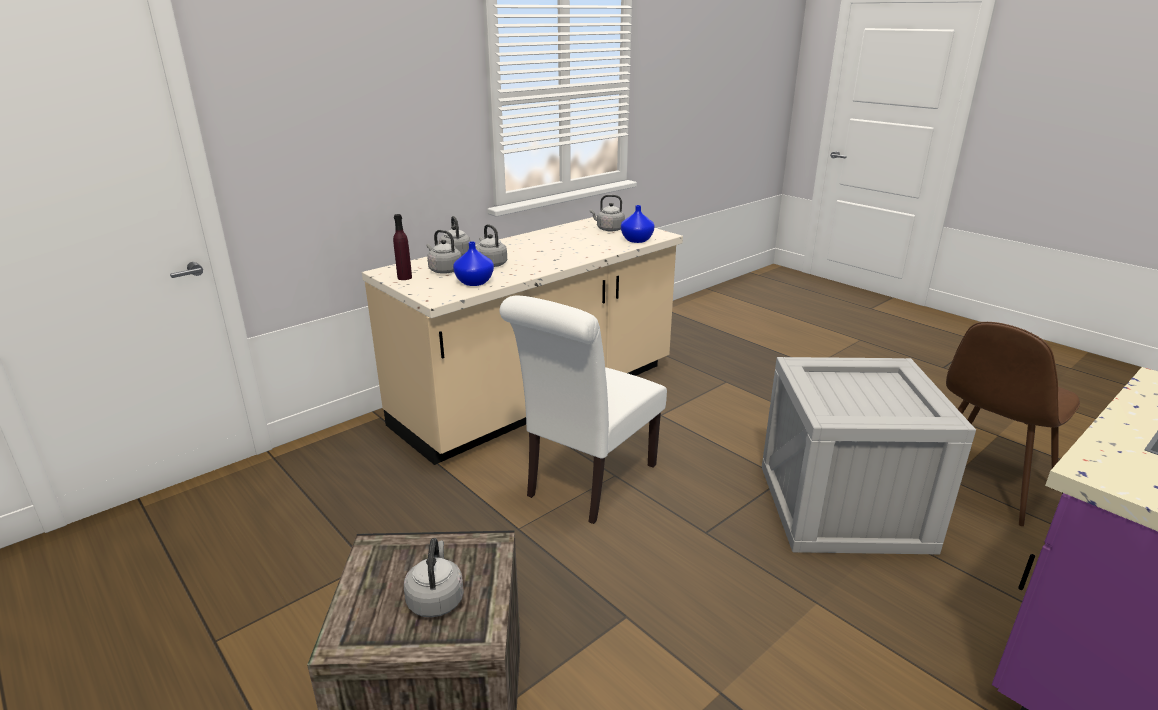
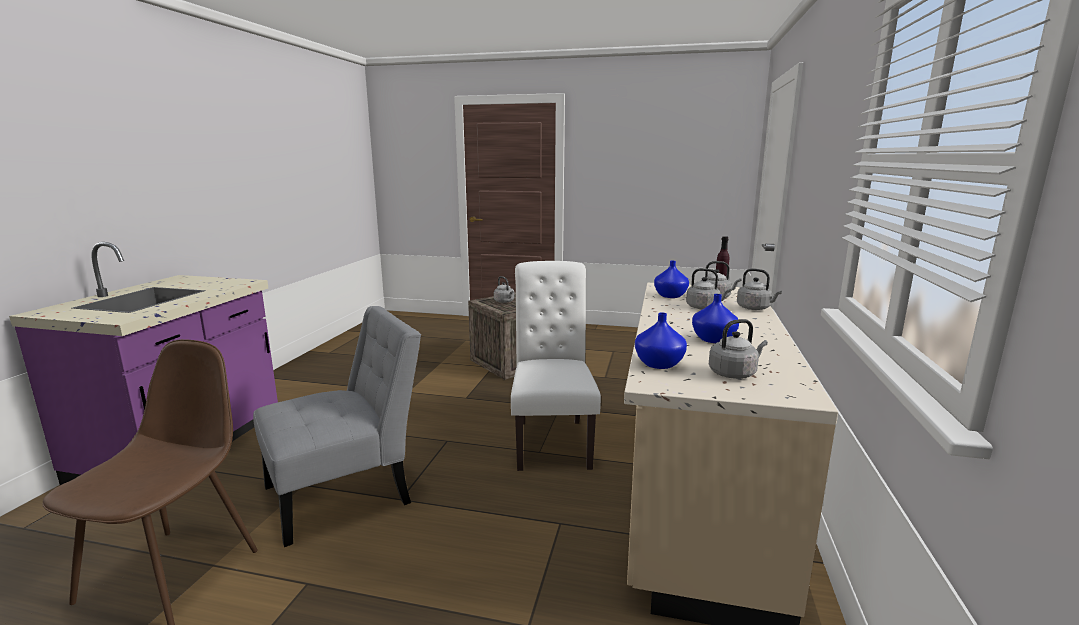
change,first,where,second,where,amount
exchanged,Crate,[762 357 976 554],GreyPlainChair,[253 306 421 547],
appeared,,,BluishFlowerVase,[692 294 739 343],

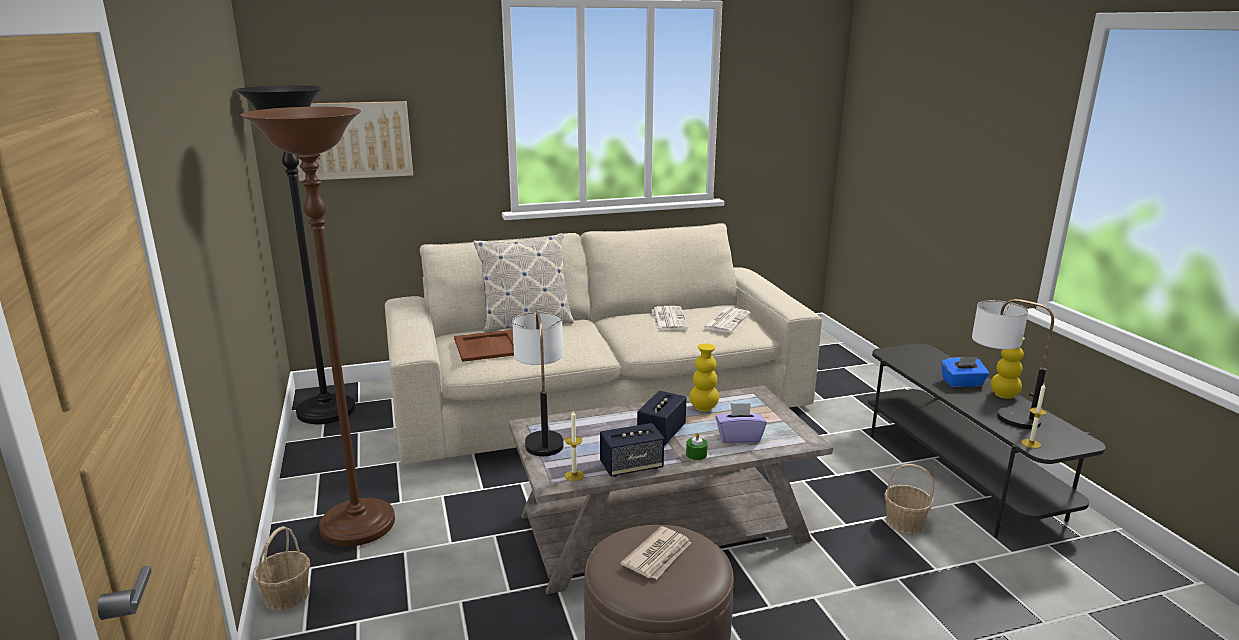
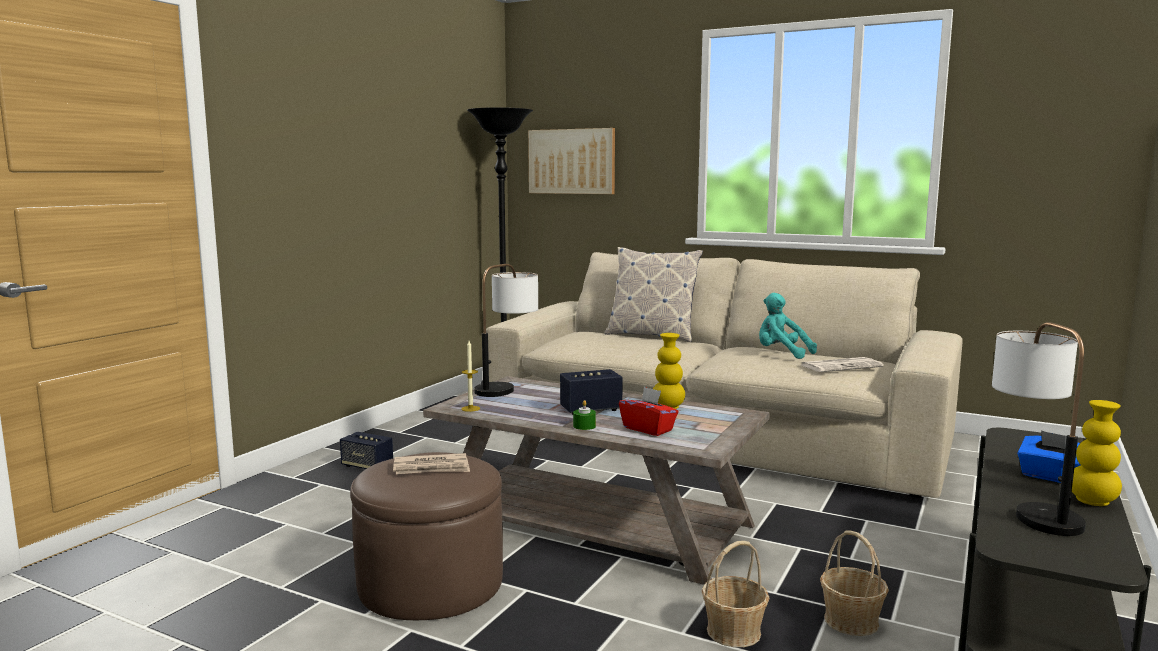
change,first,where,second,where,amount
missing,BrownFloorLamp,[240 107 395 547],,,
exchanged,PrintedPaper,[652 306 688 331],TurquoisePlushToy,[759 293 817 359],
missing,BrownCarryingTray,[454 330 514 362],,,
missing,WaxCandle,[1021 384 1047 448],,,
colour,PurpleBoxOfTissues,[715 403 767 443],ReddishBoxOfTissues,[619 387 678 436],
relocated,Speaker,[600 423 664 477],,[340 432 393 469],
relocated,StorageBasket,[253 526 310 610],,[702 541 769 647],

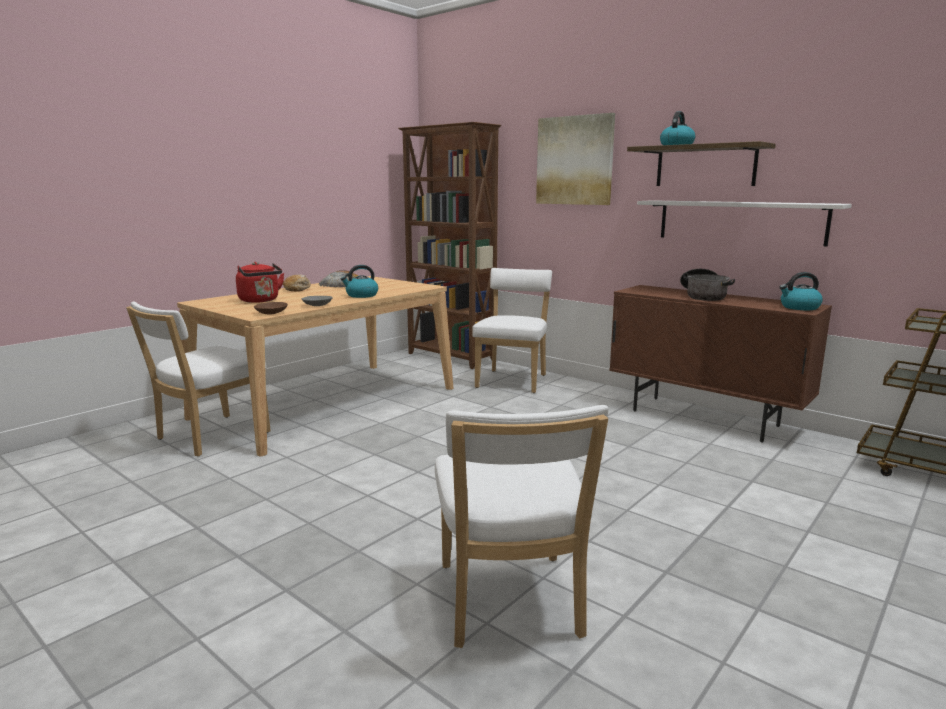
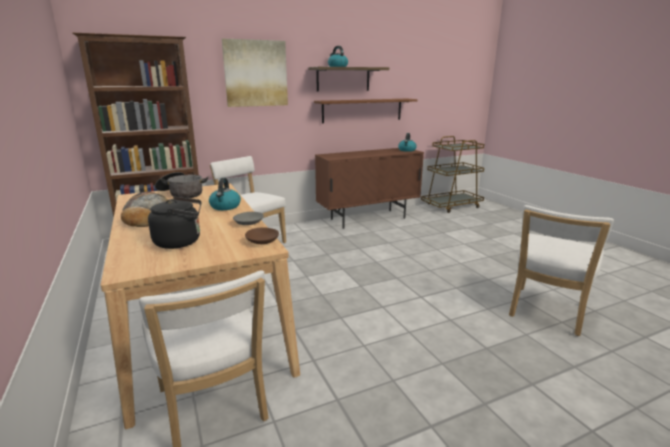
change,first,where,second,where,amount
colour,WhitishWallShelf,[637 200 852 246],BrownWallShelf,[314 99 417 123],
colour,ReddishWaterKettle,[236 262 284 303],BlackishWaterKettle,[148 197 202 249],
relocated,Stockpot,[680 269 735 301],,[155 172 209 198],
spun,WhitishPlainChair,[435 405 609 648],,[509 205 614 336],105 degrees clockwise

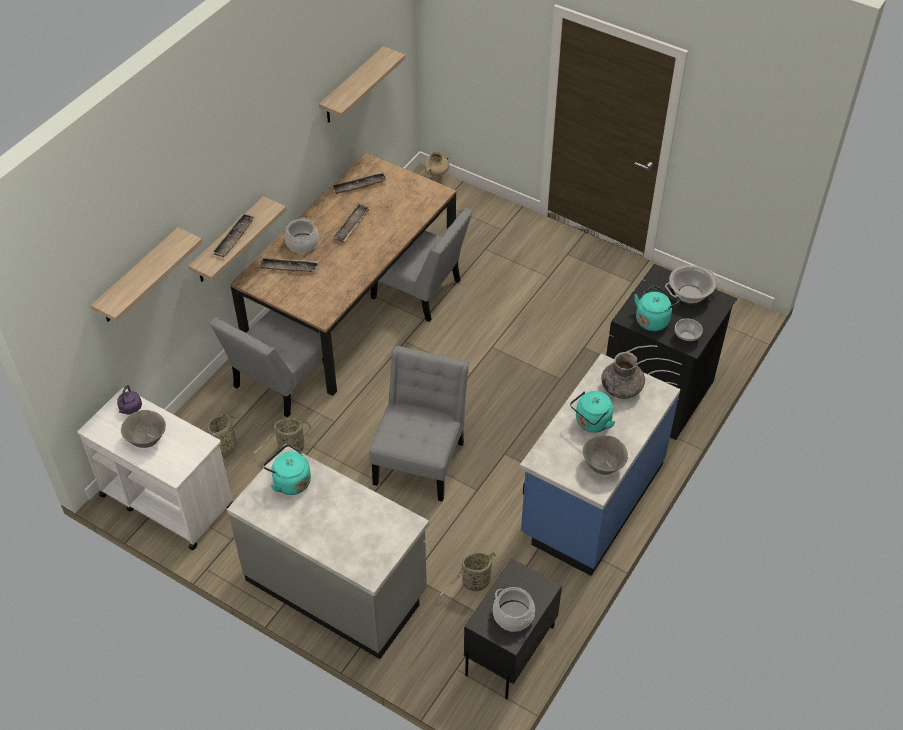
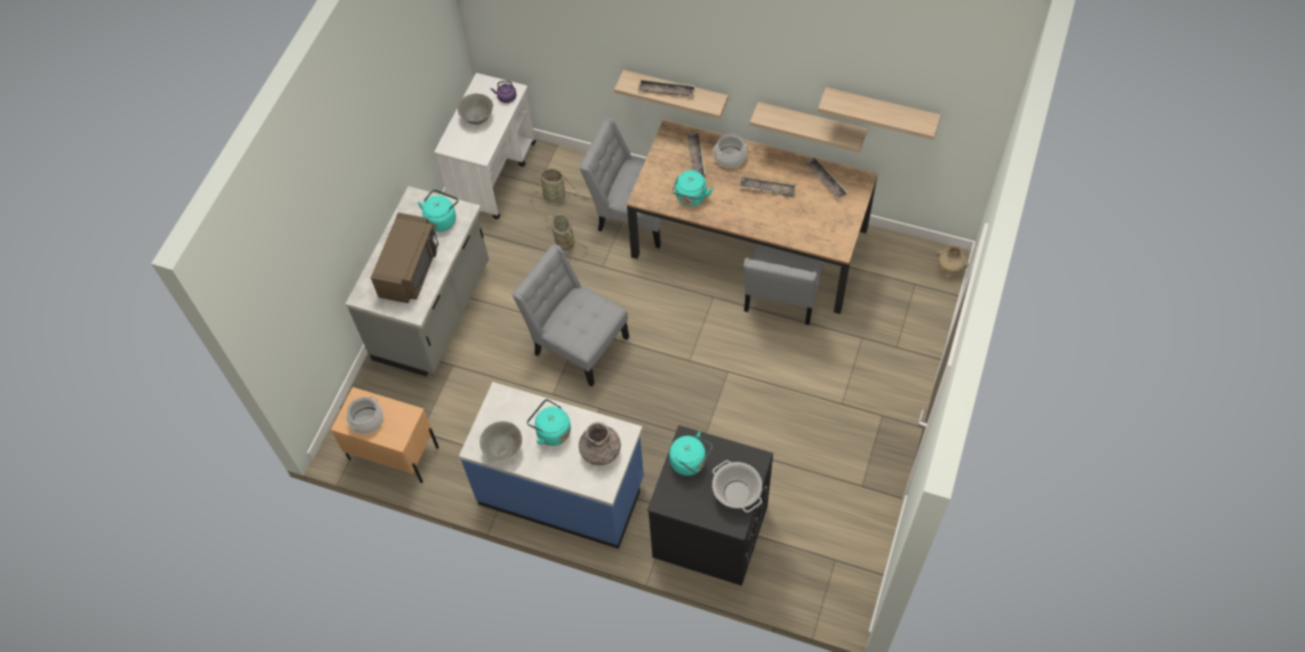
change,first,where,second,where,amount
relocated,WallShelf,[91 227 203 322],,[750 102 867 153],
missing,Bowl,[675 319 703 343],,,
spun,GreyPlainChair,[369 346 469 502],,[512 244 629 387],150 degrees counterclockwise
missing,StorageBasket,[438 552 503 602],,,
colour,BlackishNightTable,[464 559 562 700],SandColouredNightTable,[331 387 439 483],
appeared,,,TurquoiseWaterKettle,[672 170 713 206],
appeared,,,BrownMicrowaveOven,[371 212 439 303],

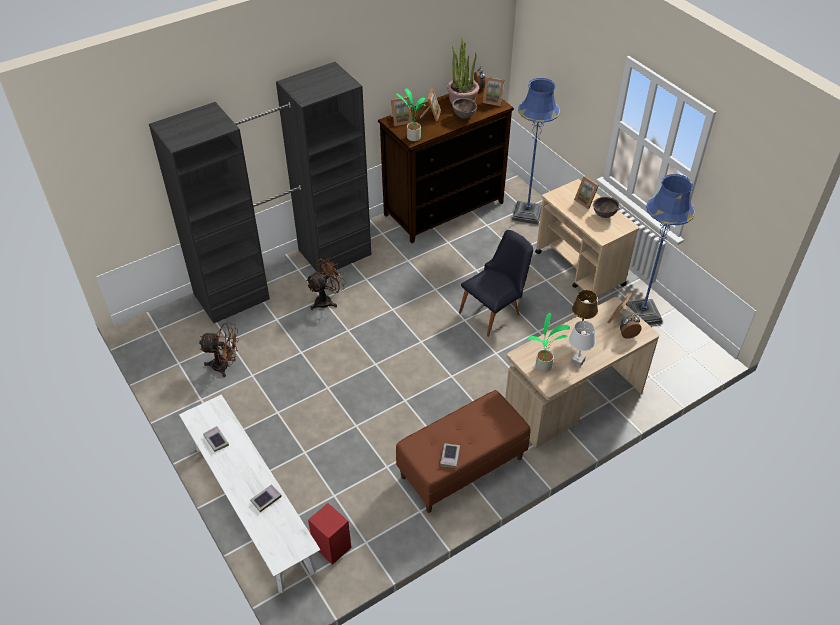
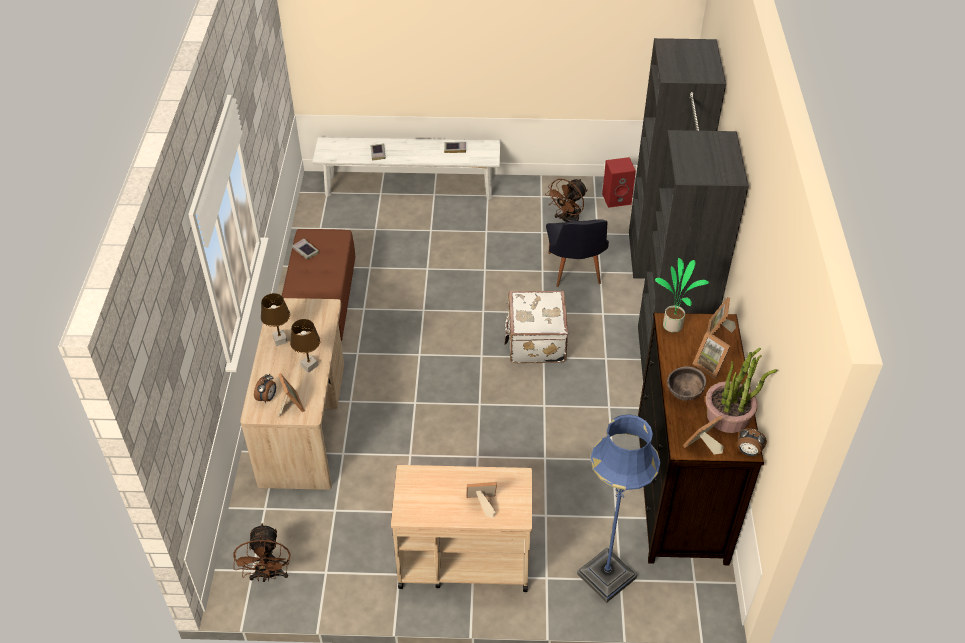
change,first,where,second,where,amount
missing,BluishFloorLamp,[626 174 695 325],,,
missing,BrownBowl,[593 197 620 218],,,
relocated,BlackishPlainChair,[459 230 533 337],,[546 219 609 287],
relocated,BrownCoolingFan,[306 256 346 310],,[233 523 291 582],
missing,PlantInAPot,[527 313 570 372],,,
colour,WhitishTableLamp,[569 321 595 367],BrownTableLamp,[261 293 290 346],
relocated,ReddishSpeaker,[308 503 351 565],,[602 157 636 208],
appeared,,,WhitishTravelCase,[504 291 568 363],

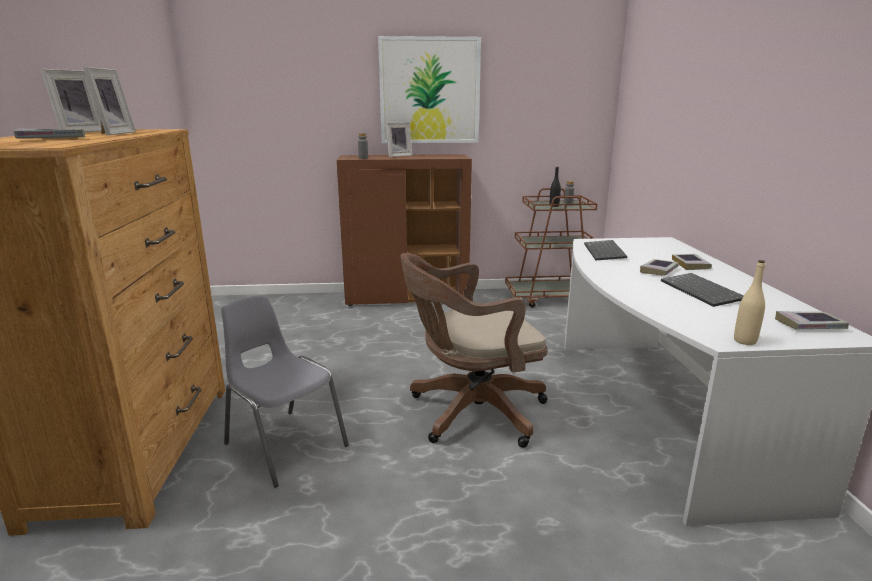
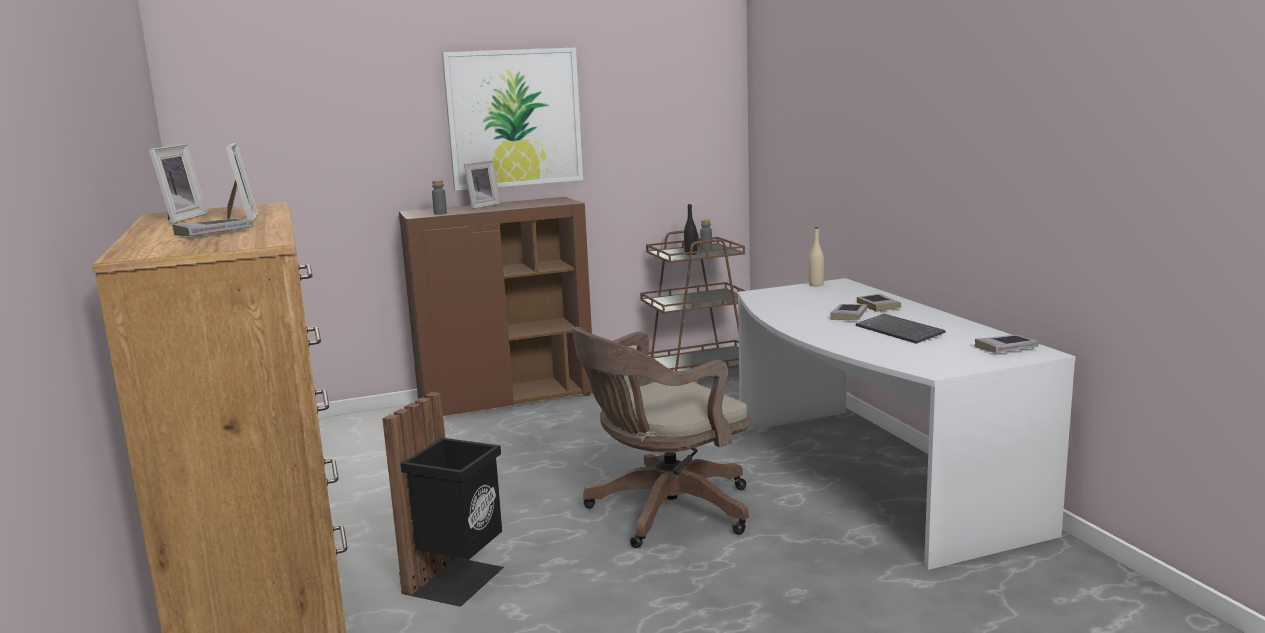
change,first,where,second,where,amount
missing,Keyboard,[584 240 627 260],,,
relocated,SandColouredBeverageBottle,[734 260 765 345],,[809 227 824 286],
exchanged,GreyPlainChair,[221 295 349 488],BlackishWasteBin,[382 392 504 607],

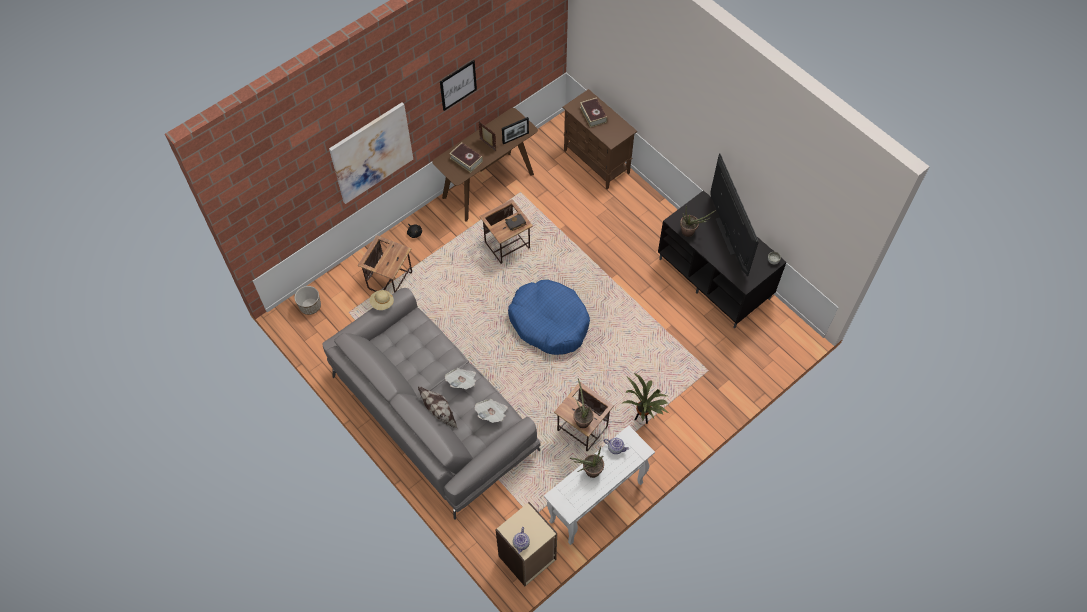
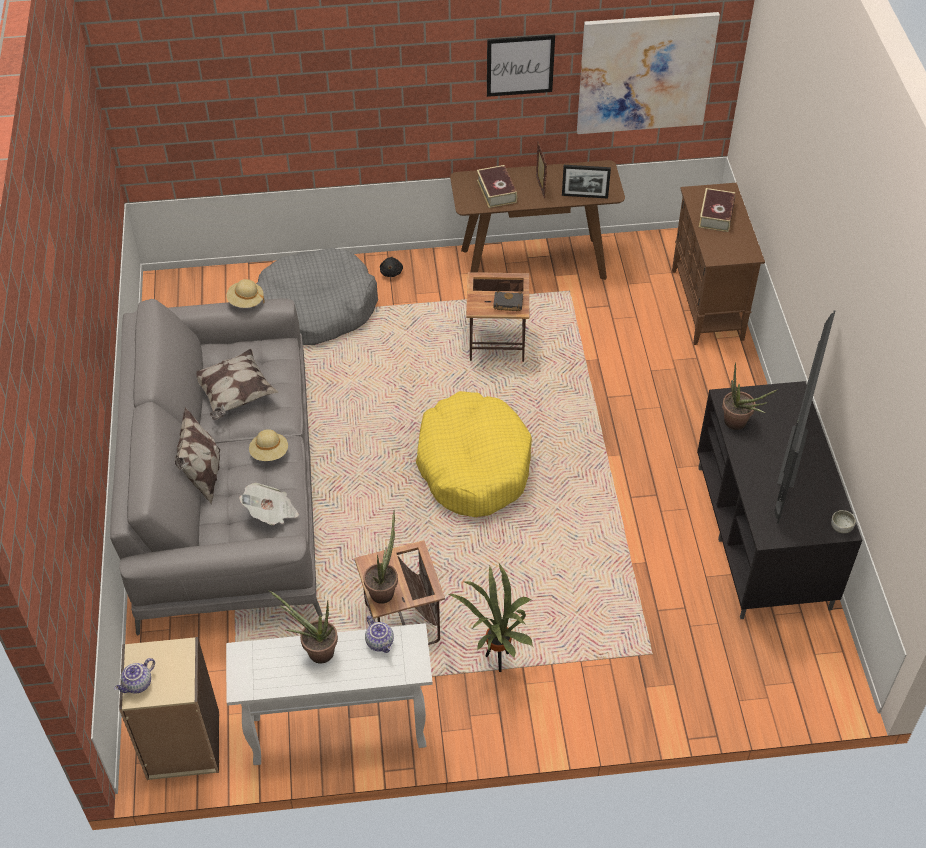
change,first,where,second,where,amount
relocated,WallArt,[329 102 413 204],,[577 12 720 134],
exchanged,AccentTable,[358 235 412 293],GreyDogBed,[256 248 378 345],
colour,BluishDogBed,[508 280 590 355],YellowColouredDogBed,[416 391 532 517],
missing,Planter,[294 286 321 315],,,
exchanged,PrintedPaper,[445 368 476 389],SandColouredClothingHat,[249 429 288 461],
appeared,,,Pillow,[196 349 279 420],

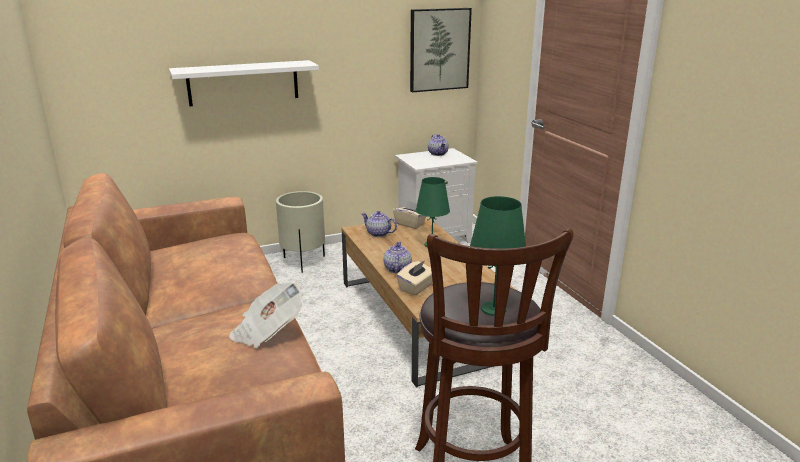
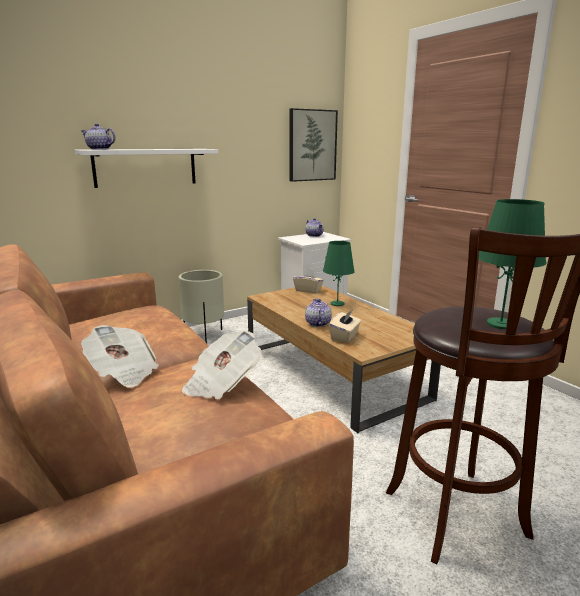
change,first,where,second,where,amount
relocated,TeaPot,[361 211 397 237],,[81 124 116 150],
appeared,,,PrintedPaper,[81 325 159 387],

